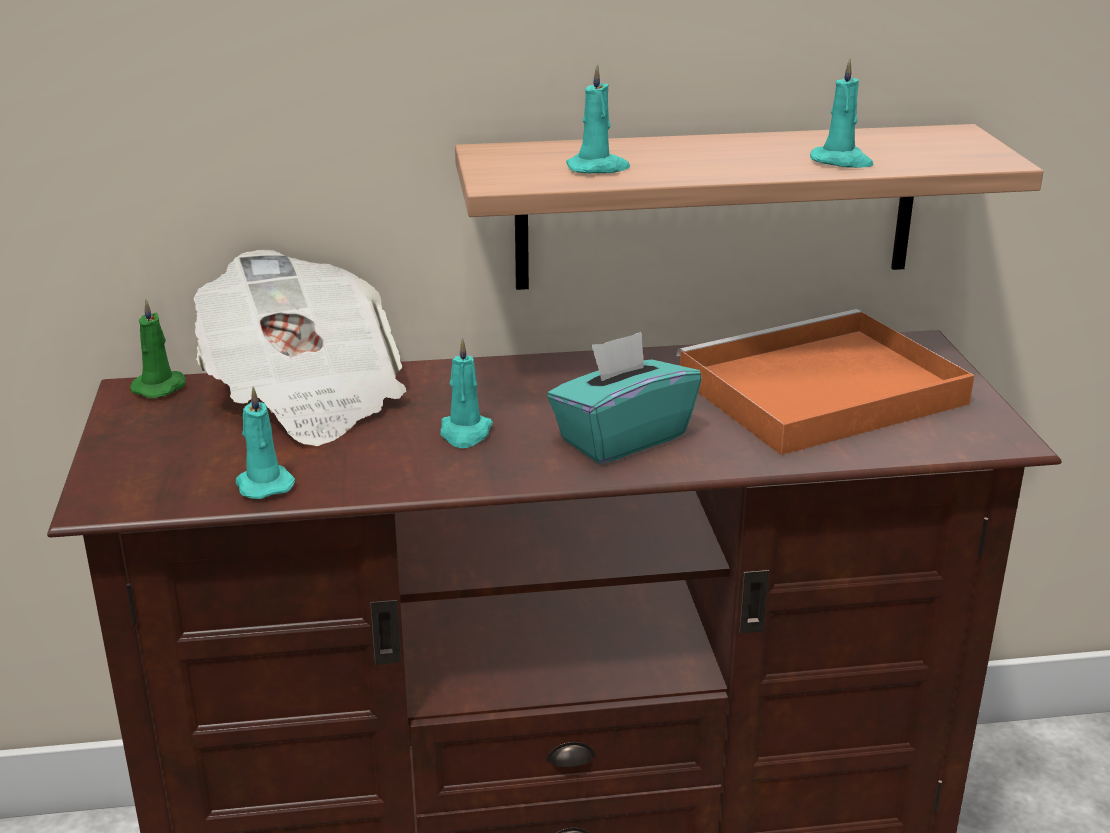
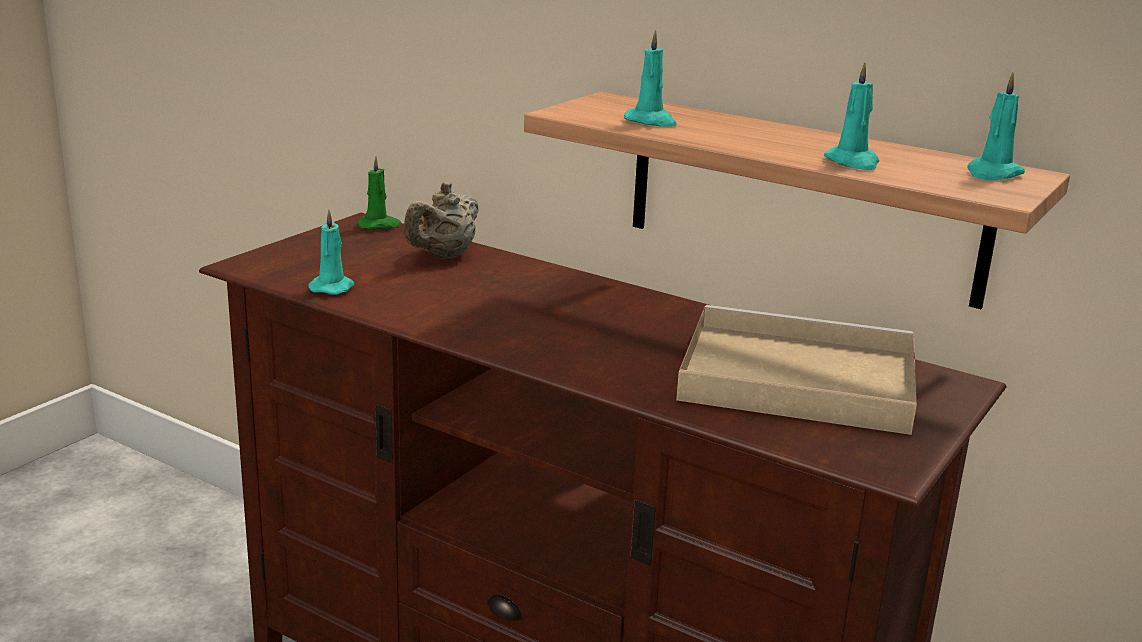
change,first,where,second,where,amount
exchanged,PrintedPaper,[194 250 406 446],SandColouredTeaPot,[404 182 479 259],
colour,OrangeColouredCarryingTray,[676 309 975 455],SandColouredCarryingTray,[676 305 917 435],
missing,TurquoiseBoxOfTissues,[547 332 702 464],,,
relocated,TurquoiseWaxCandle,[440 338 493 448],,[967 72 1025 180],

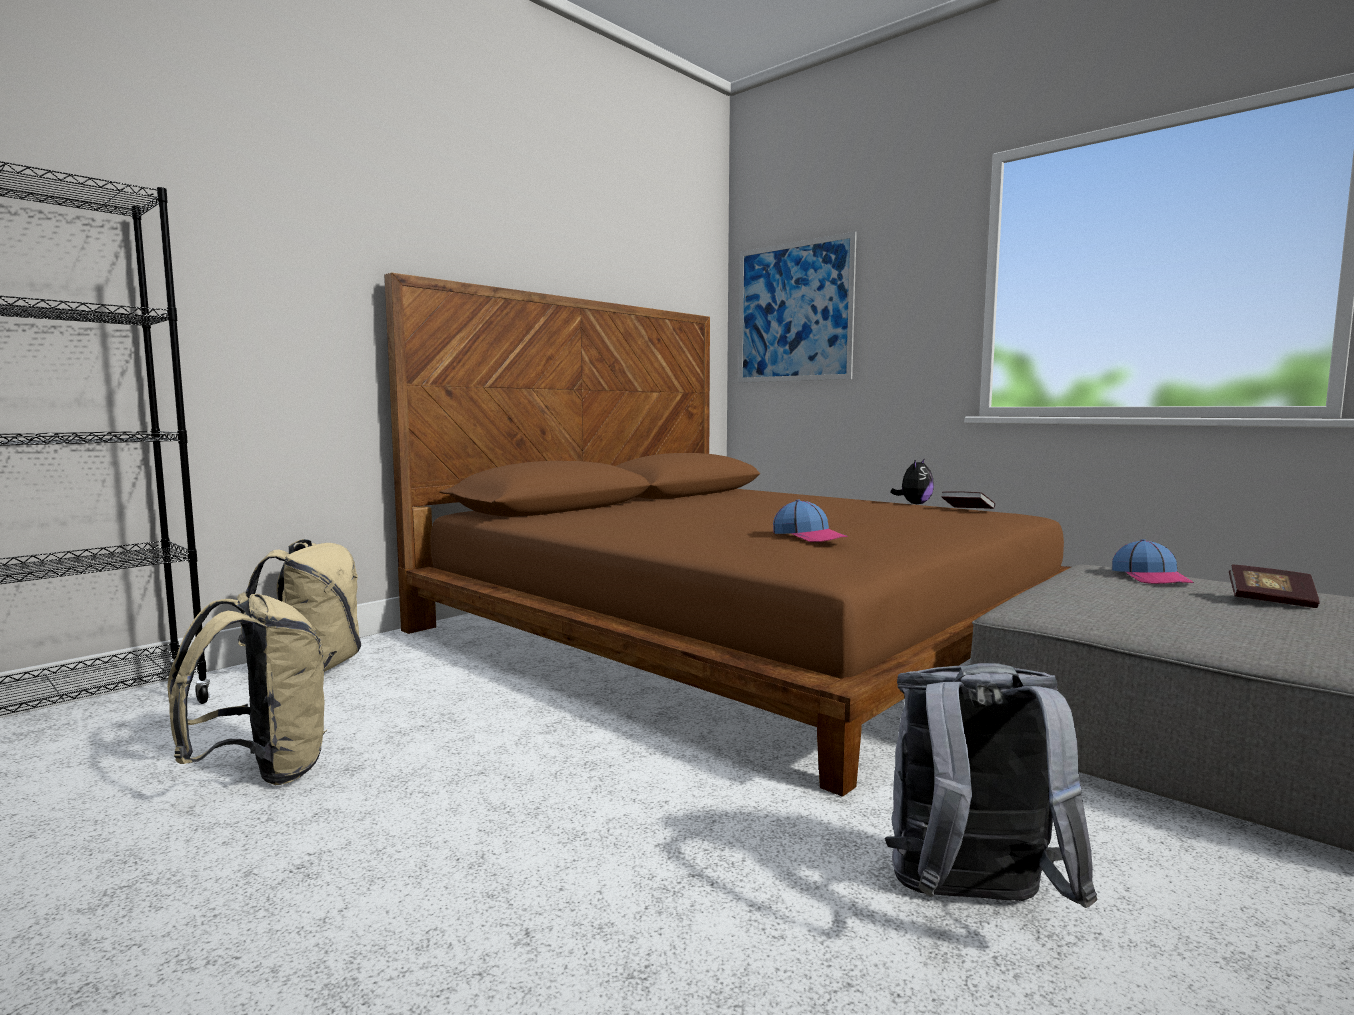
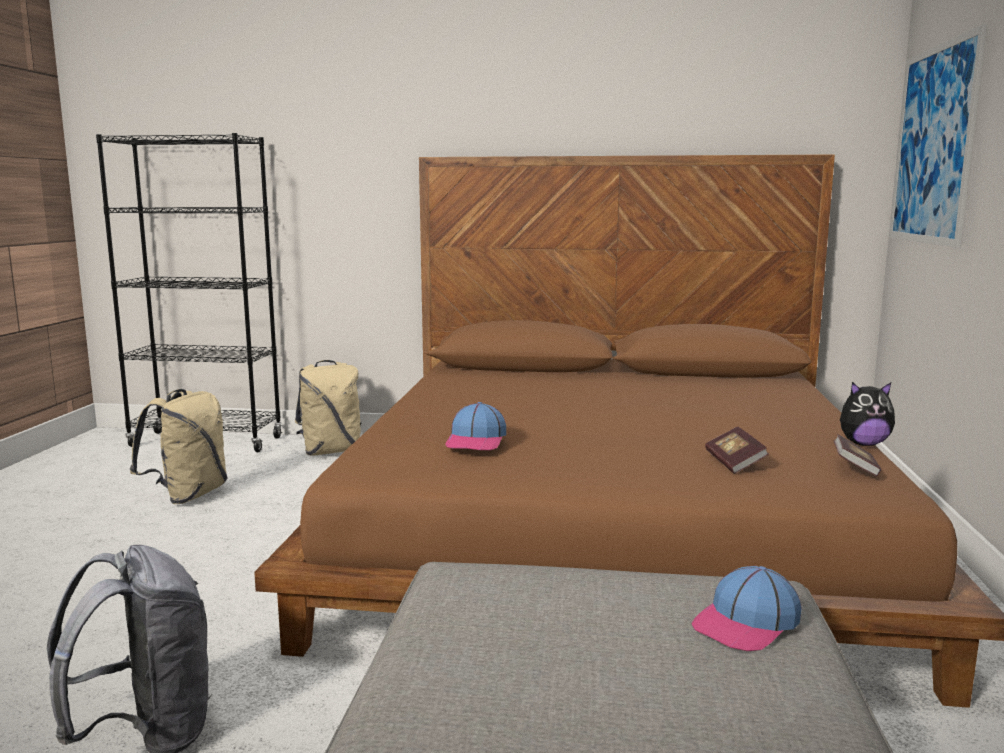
change,first,where,second,where,amount
relocated,Book,[1229 565 1320 608],,[705 427 769 474],

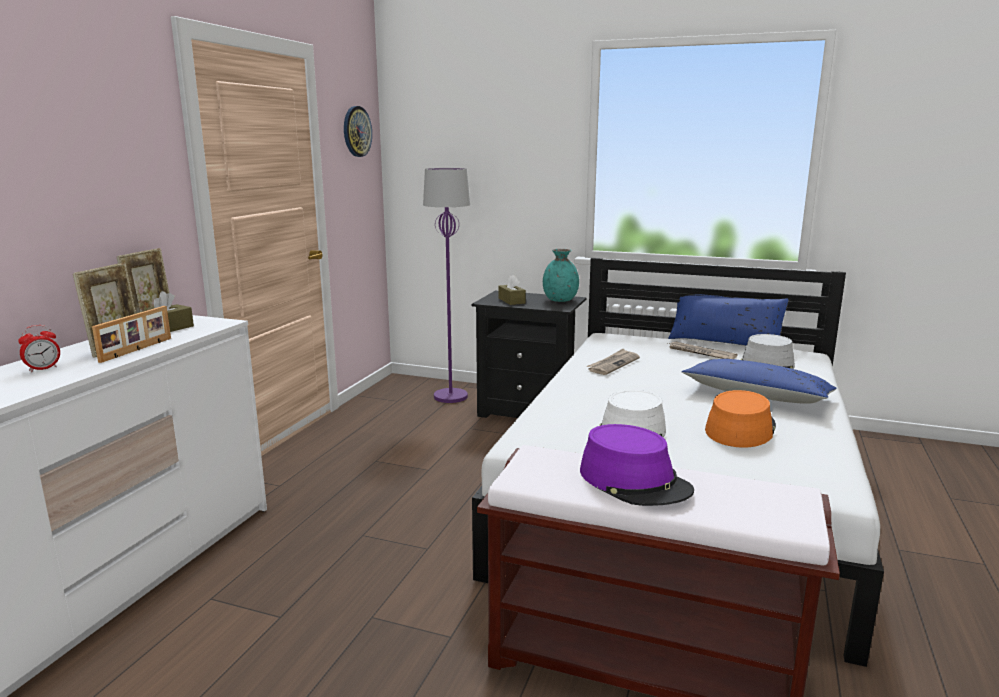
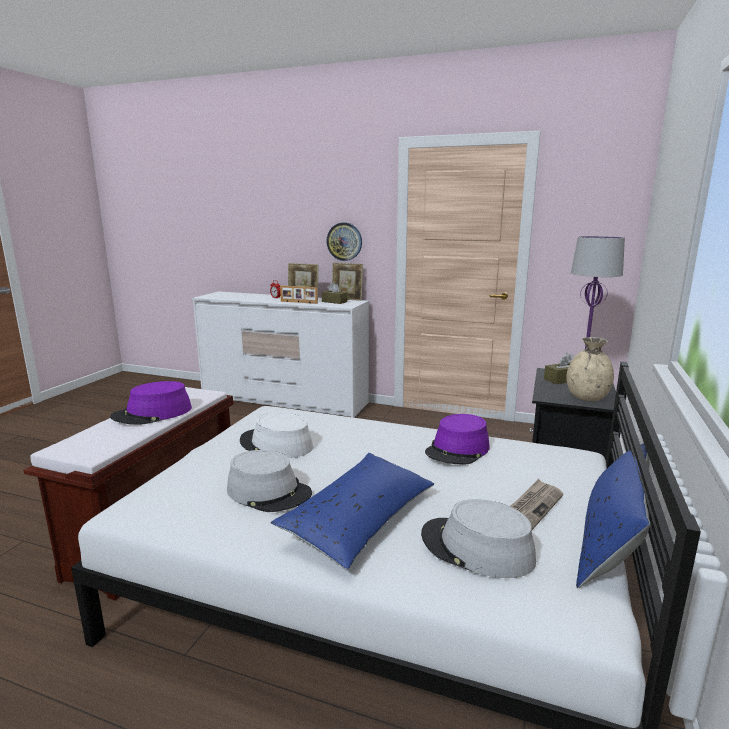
change,first,where,second,where,amount
relocated,HangingClock,[344 106 372 157],,[326 223 362 261],
colour,TurquoiseFlowerVase,[543 249 579 302],SandColouredFlowerVase,[566 337 614 401],
exchanged,PrintedPaper,[586 349 640 375],PurpleClothingHat,[425 414 490 465],
colour,OrangeColouredClothingHat,[705 390 776 448],GreyClothingHat,[227 450 312 512],

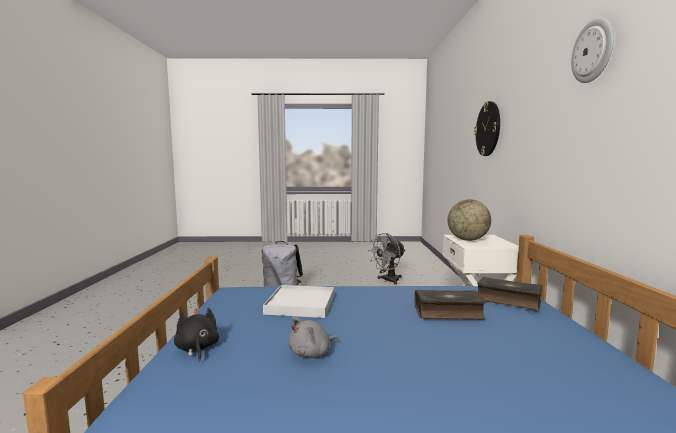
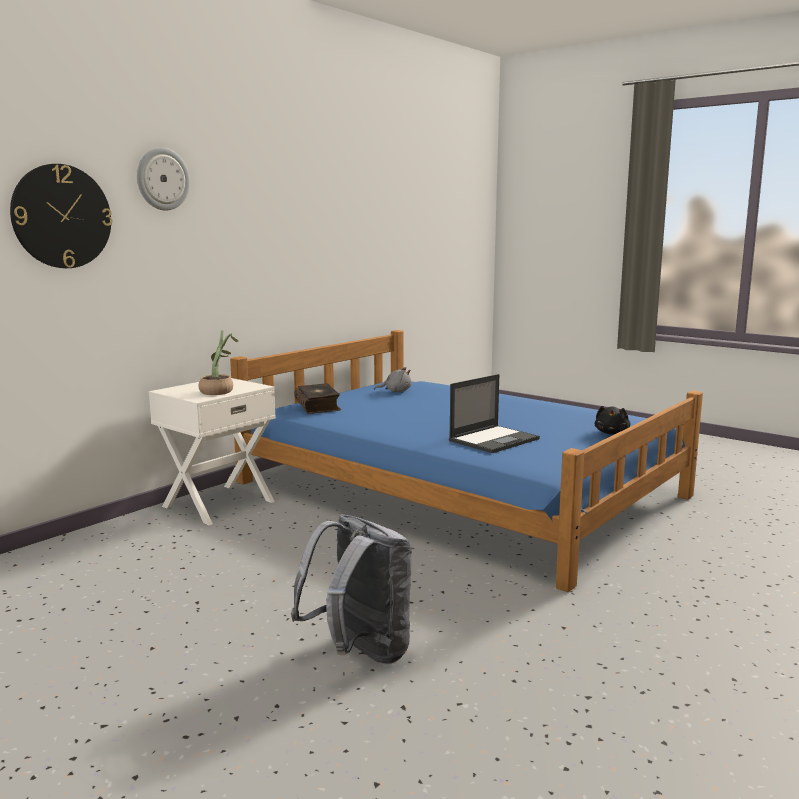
change,first,where,second,where,amount
relocated,HangingClock,[571 18 614 83],,[137 147 190 211],
exchanged,WorldGlobe,[448 199 491 241],PlantInAPot,[199 331 238 395],
missing,GreyCoolingFan,[368 233 405 285],,,
exchanged,WhitishCarryingTray,[263 285 334 318],NotebookComputer,[449 374 540 453],
missing,Book,[414 290 486 320],,,
relocated,GreyPlushToy,[288 317 339 358],,[374 367 412 392],

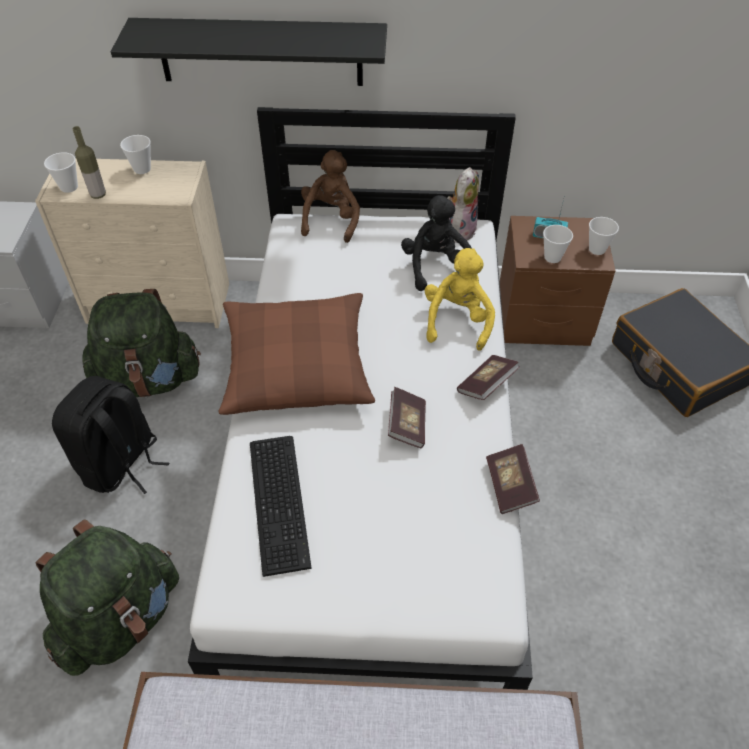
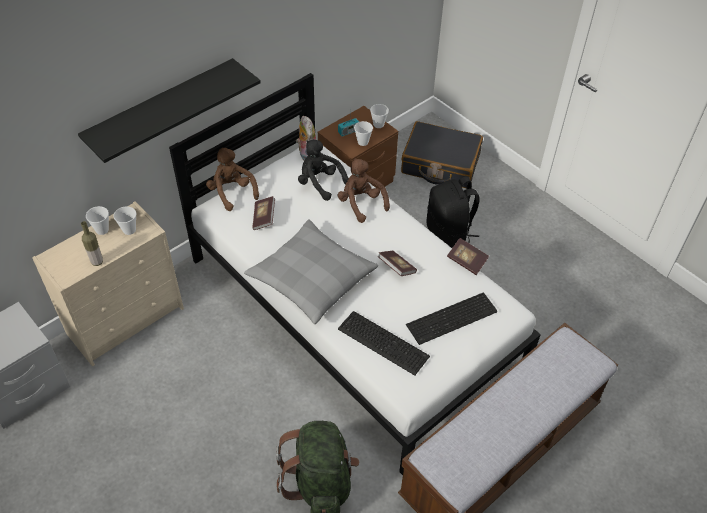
change,first,where,second,where,amount
relocated,Cup,[44 152 78 193],,[114 206 136 235],
colour,YellowColouredPlushToy,[425 248 495 351],BrownPlushToy,[338 159 390 223],
missing,GreenishKnapsack,[82 289 201 398],,,
colour,BrownPillow,[219 293 375 415],GreyPillow,[244 219 378 324],
relocated,Book,[457 355 520 400],,[252 196 275 230],
relocated,BlackishKnapsack,[52 376 169 494],,[427 176 480 248],
appeared,,,Keyboard,[406 293 497 345],

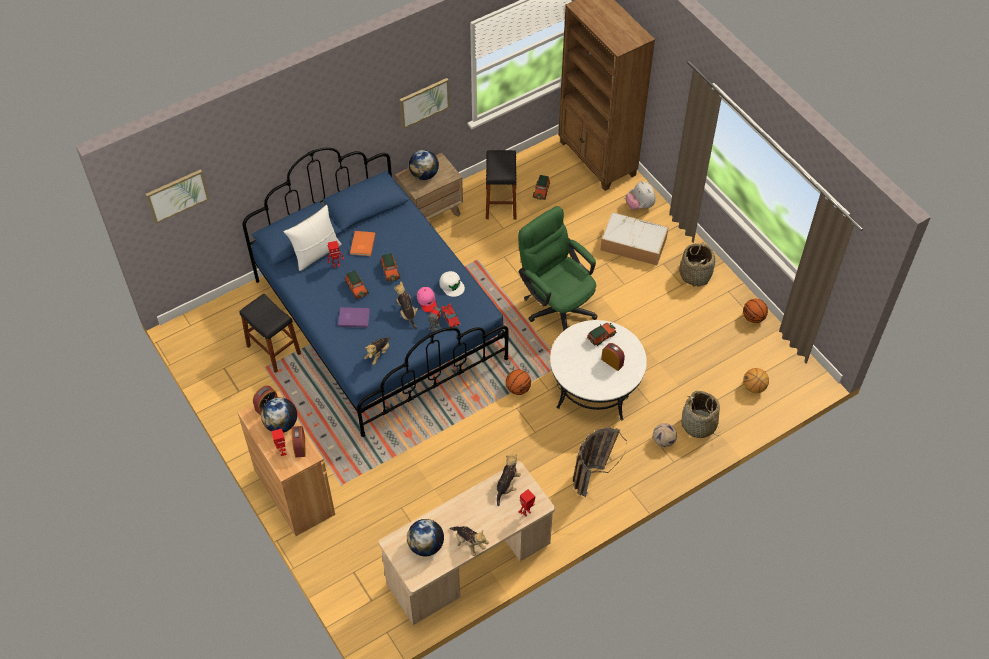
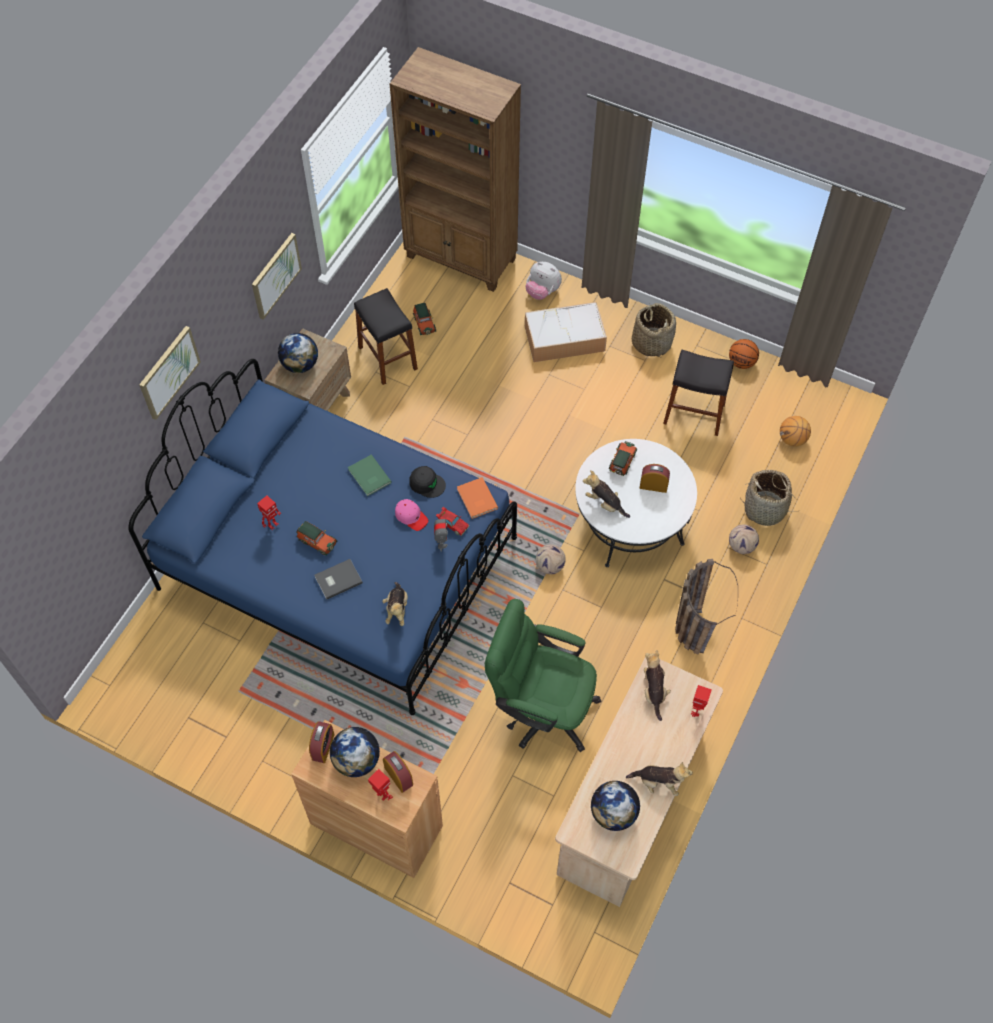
change,first,where,second,where,amount
relocated,WallArt,[146 169 210 224],,[139 326 201 420],
missing,WhitishPillow,[284 205 342 271],,,
relocated,GreenishComputerChair,[518 206 597 331],,[485 599 602 752],
relocated,OrangeColouredBook,[350 231 376 256],,[457 477 498 519],
missing,MiniatureCar,[381 253 400 282],,,
colour,WhitishPeakedCap,[439 271 465 297],BlackishPeakedCap,[409 466 446 498],
relocated,PlushToy,[394 281 418 330],,[583 470 630 518],
relocated,BlackishSittingStool,[239 294 301 373],,[663 350 734 436],
colour,PurpleBook,[338 307 370 328],GreyBook,[314 559 363 600],
exchanged,BallForBasketball,[506 370 531 395],Football,[536 544 566 574],
appeared,,,GreenishBook,[348 455 392 496],

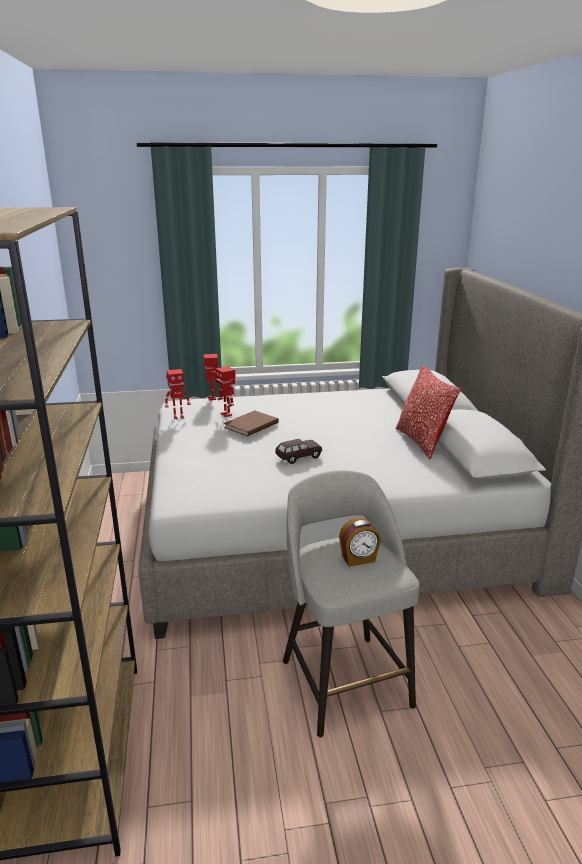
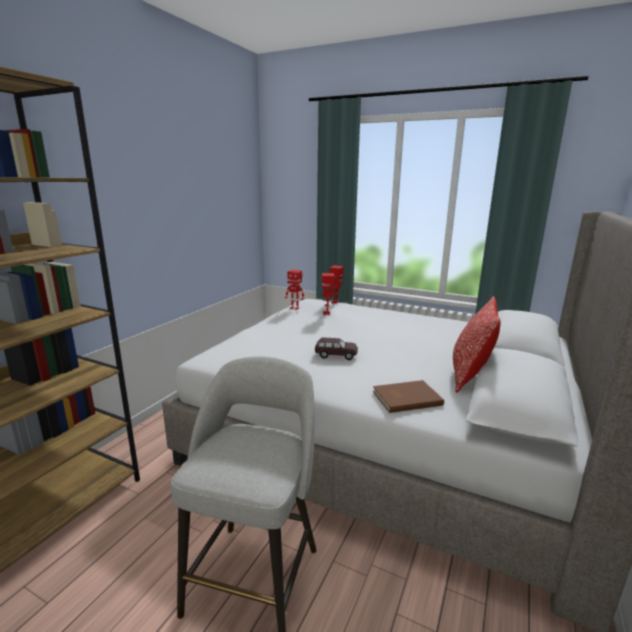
change,first,where,second,where,amount
relocated,BrownBook,[224 410 279 436],,[373 380 444 413],
missing,AlarmClock,[339 518 381 567],,,

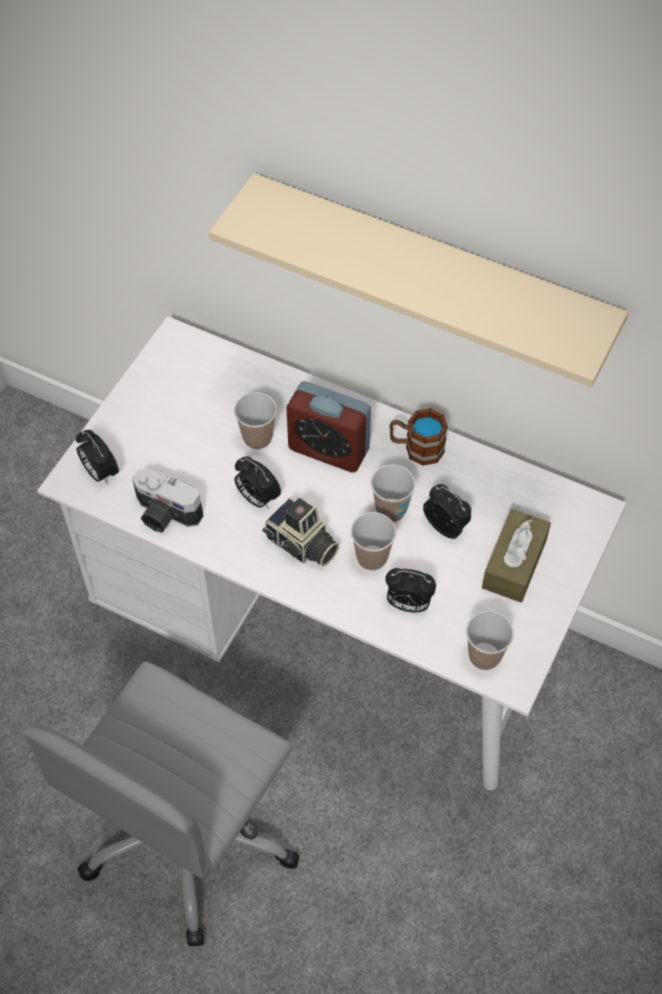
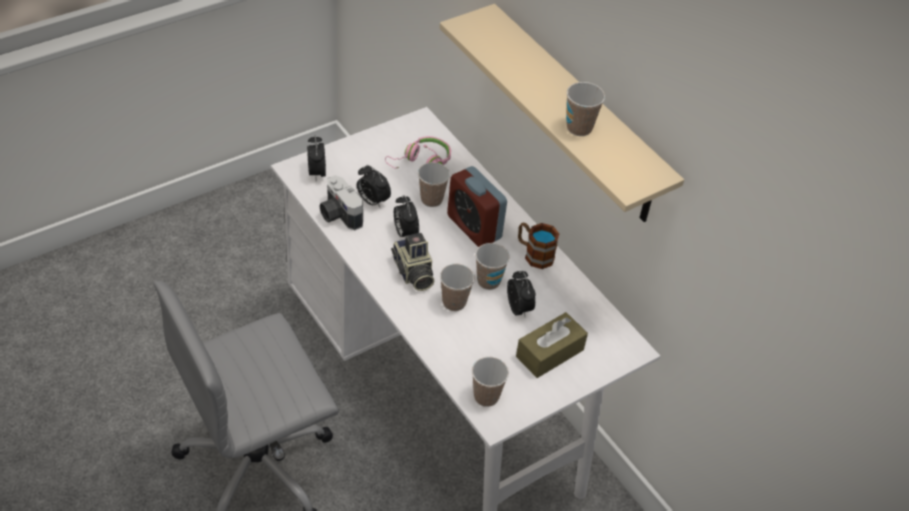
change,first,where,second,where,amount
relocated,AlarmClock,[385 568 436 612],,[357 165 391 208],
appeared,,,Cup,[566 82 605 136],
appeared,,,PinkHeadset,[385 136 451 168],

